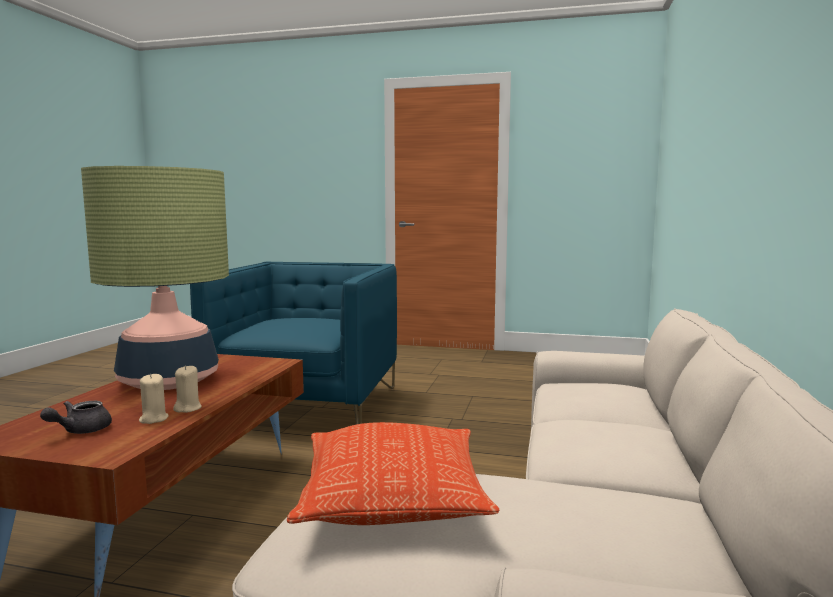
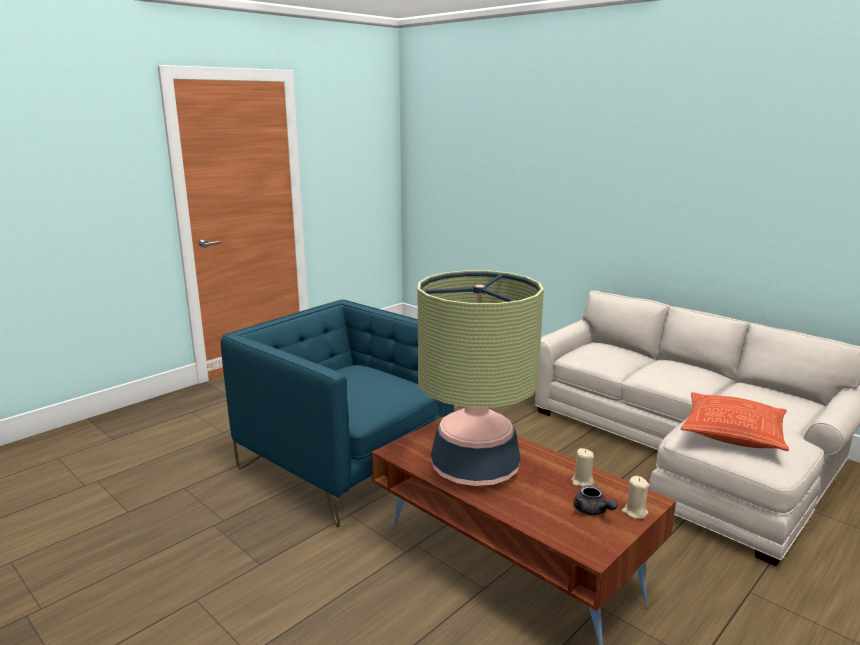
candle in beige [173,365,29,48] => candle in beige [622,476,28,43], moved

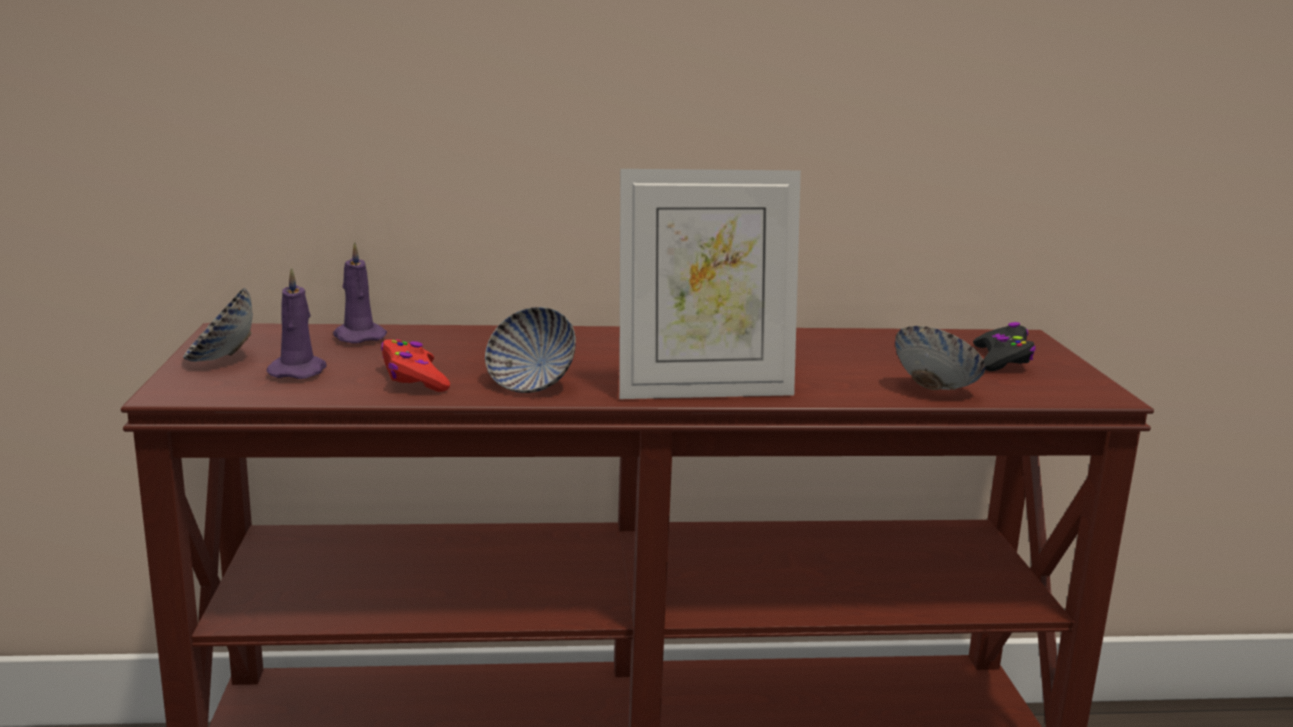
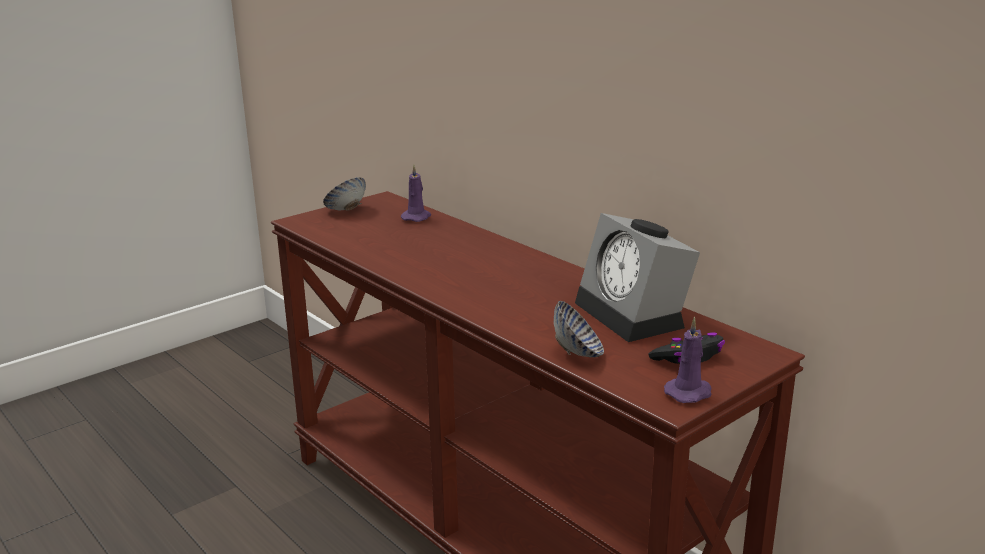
game controller in red [381,339,69,53] => nothing
bowl [485,307,91,86] => nothing
picture frame [619,169,182,230] => nothing
nothing => alarm clock [575,213,125,129]
candle in purple [266,267,61,112] => candle in purple [664,317,48,86], moved

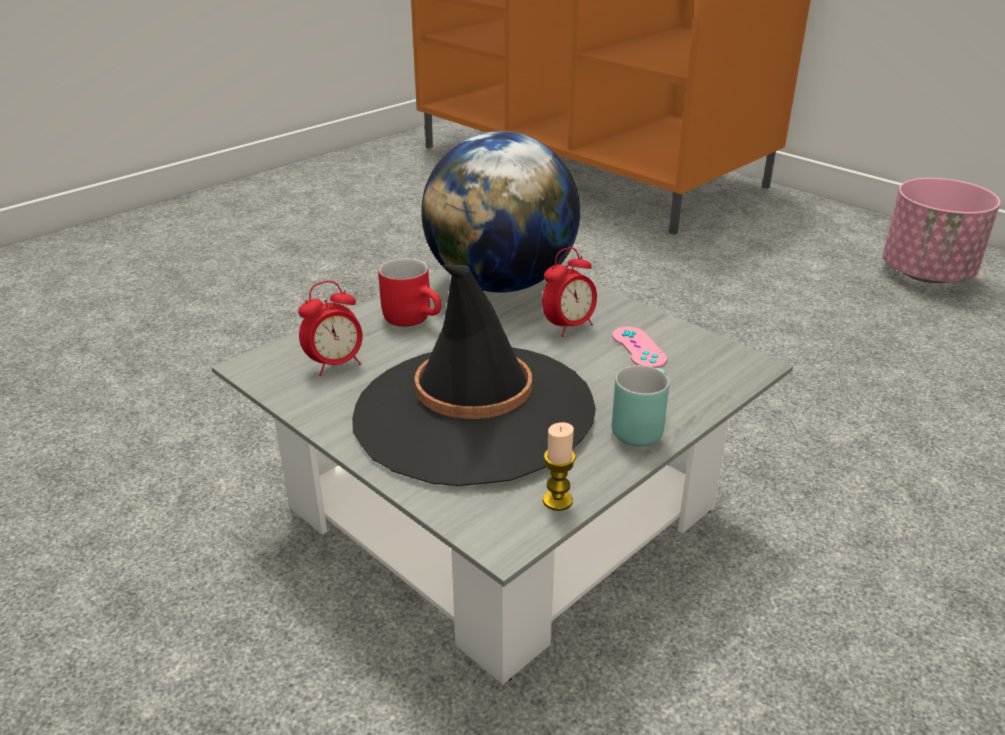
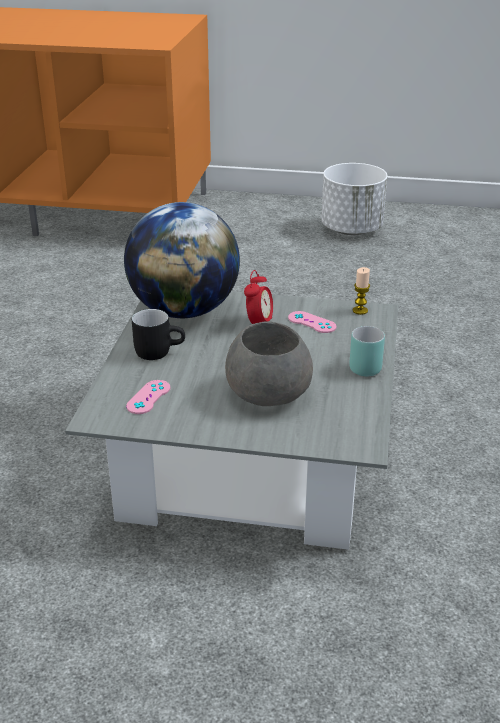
candle [543,422,33,89] => candle [353,267,17,48], moved
alarm clock [298,281,65,95] => game controller in pink [126,380,44,34]
hat in black [352,265,244,221] => bowl in grey [225,322,88,84]
mug in red [378,258,63,69] => mug in black [132,309,53,51]
planter in pink [883,178,117,105] => planter in white [321,163,67,72]

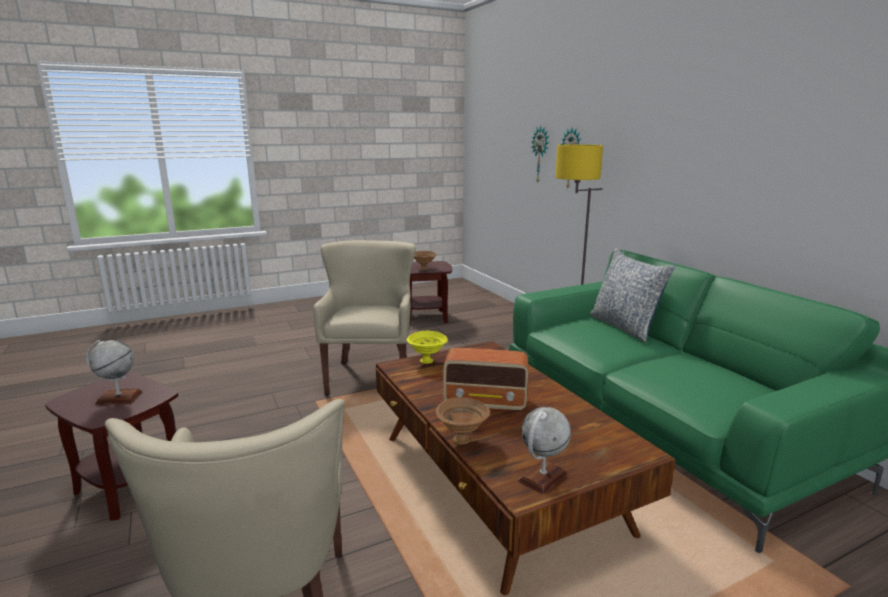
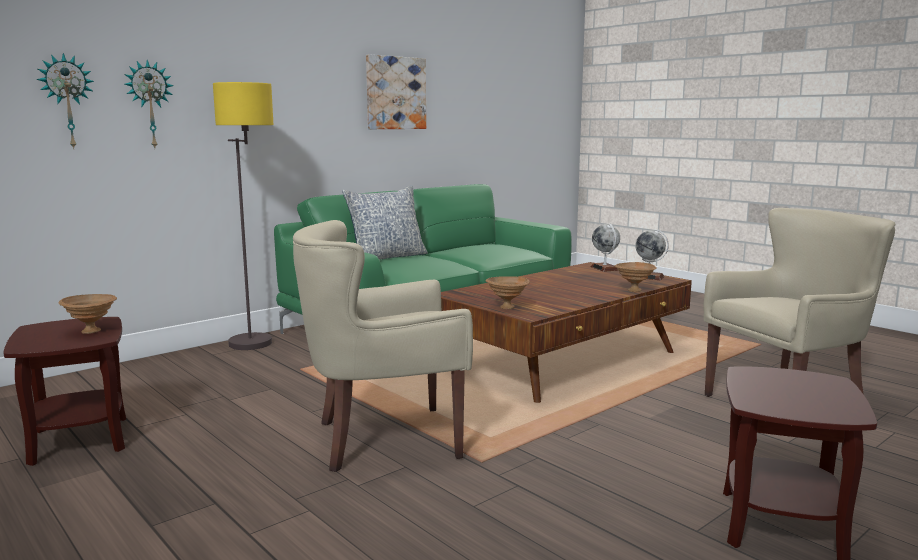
radio [443,348,85,64] => nothing
nothing => picture [366,54,60,75]
globe [86,340,57,65] => globe [591,224,29,48], moved
bowl in yellow [407,331,41,33] => bowl in brown [486,276,44,33]

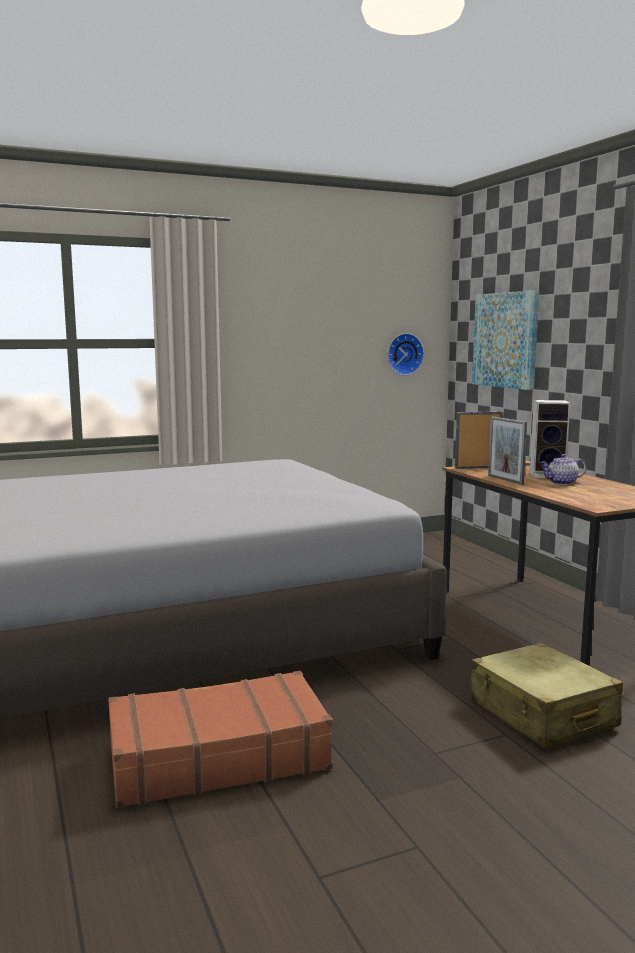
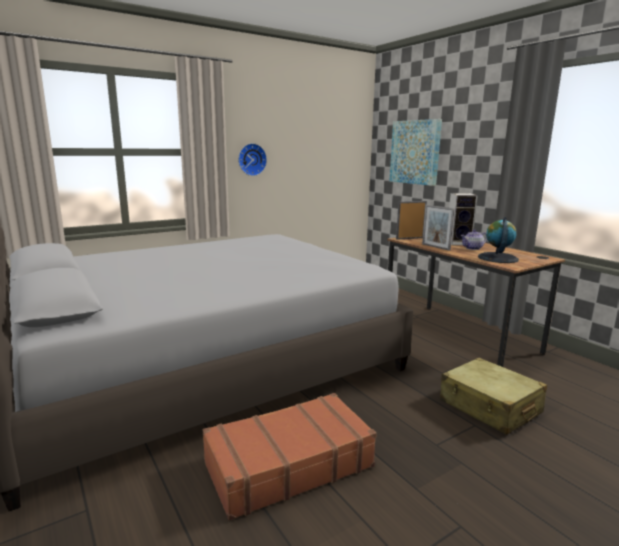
nothing => globe [478,217,41,46]
wall clock [387,333,37,42] => wall clock [238,143,29,33], moved

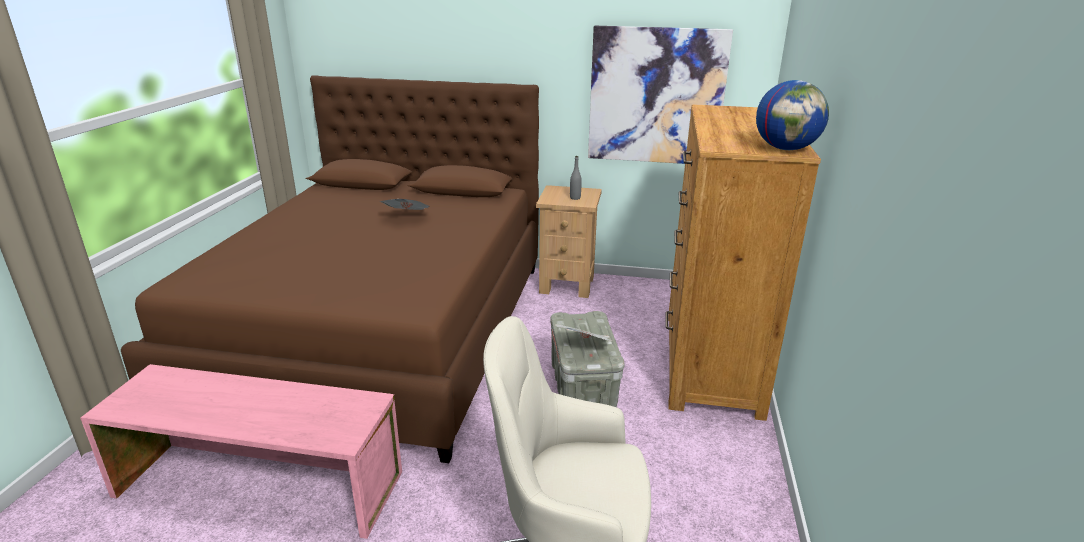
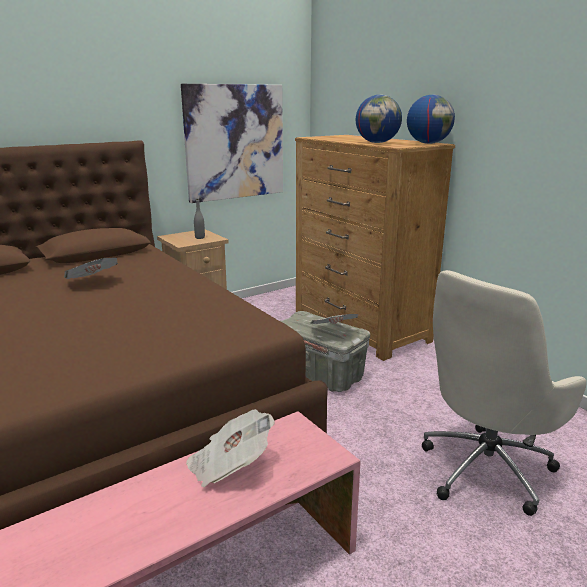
nothing => newspaper [186,409,89,79]
nothing => globe [356,95,46,48]

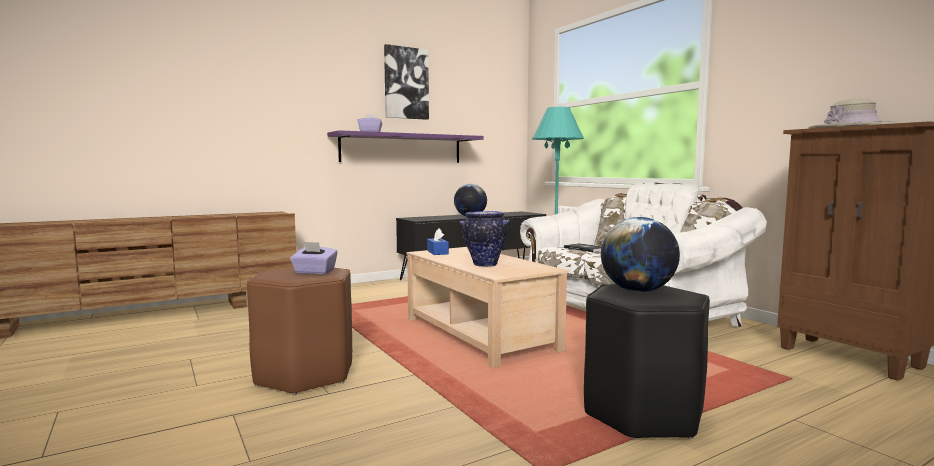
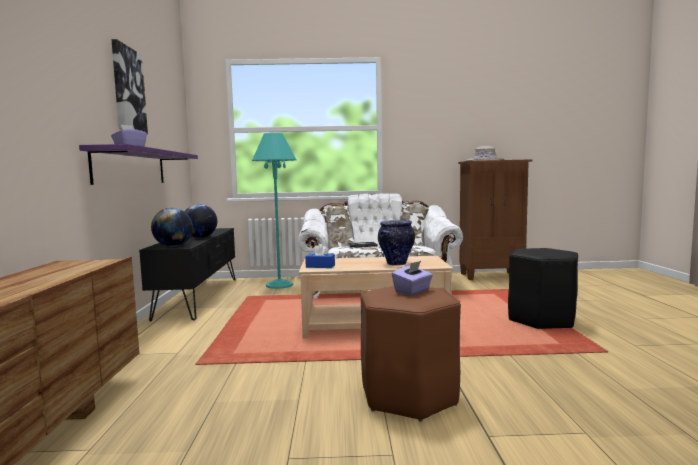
globe [601,217,79,75] => globe [151,208,42,39], moved

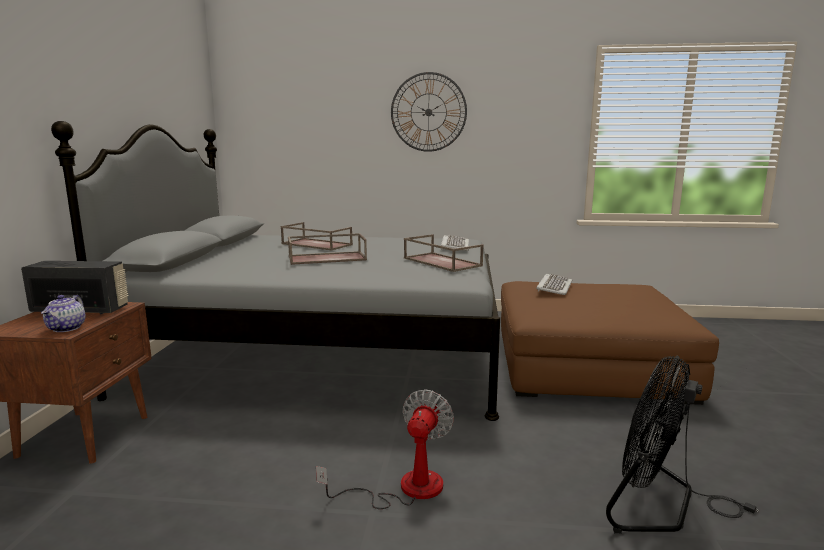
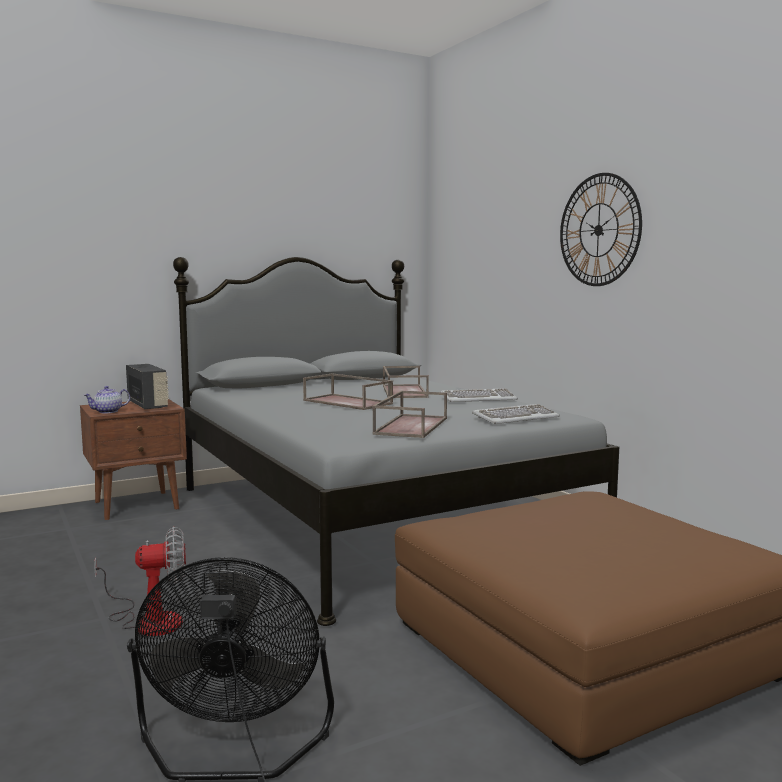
keyboard [536,274,36,21] => keyboard [440,388,78,14], moved

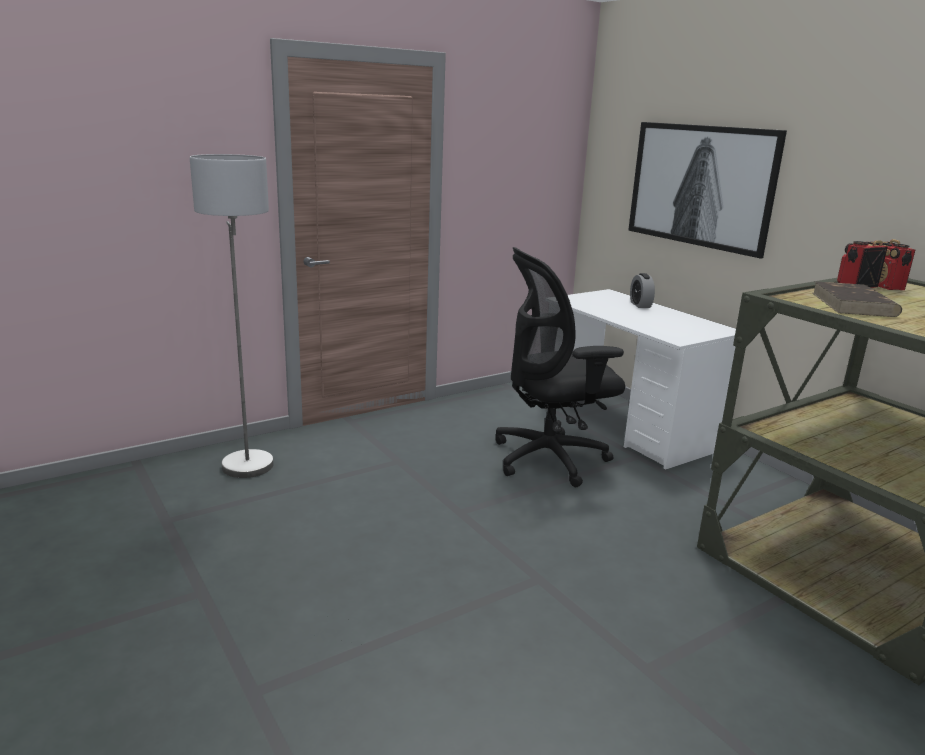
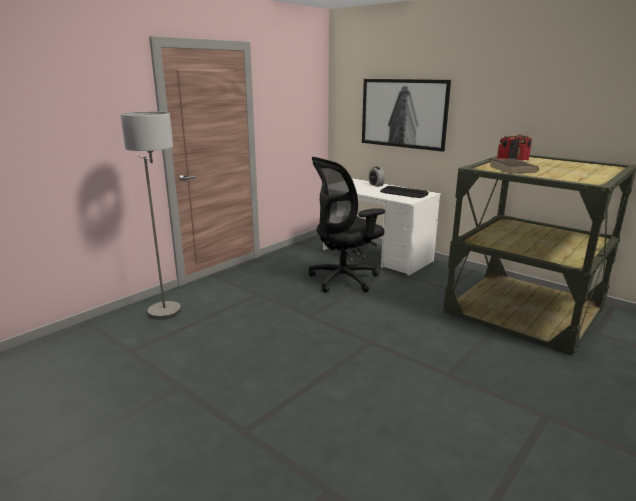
nothing => keyboard [380,186,49,12]

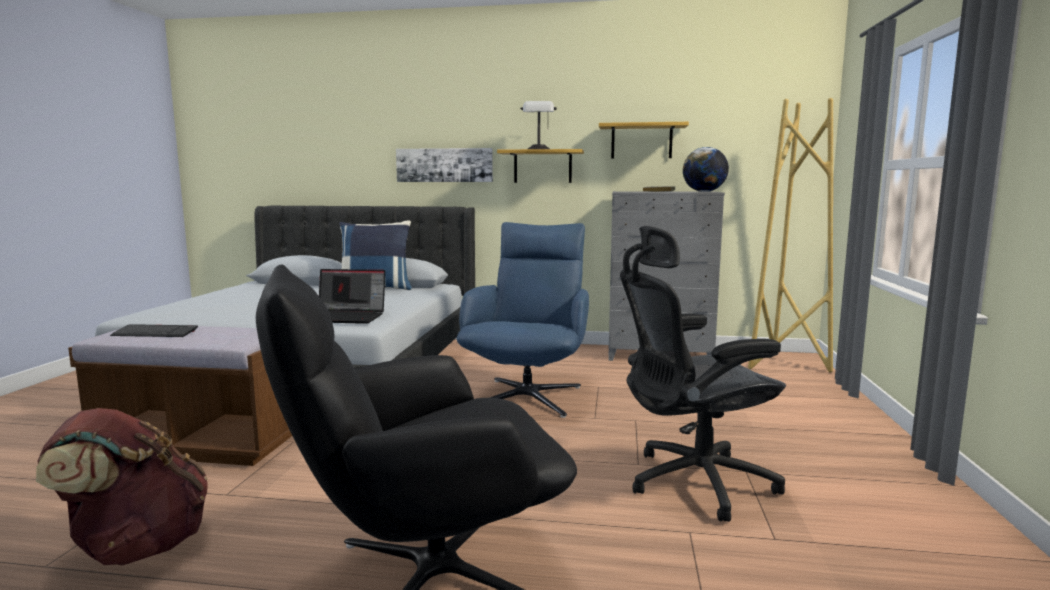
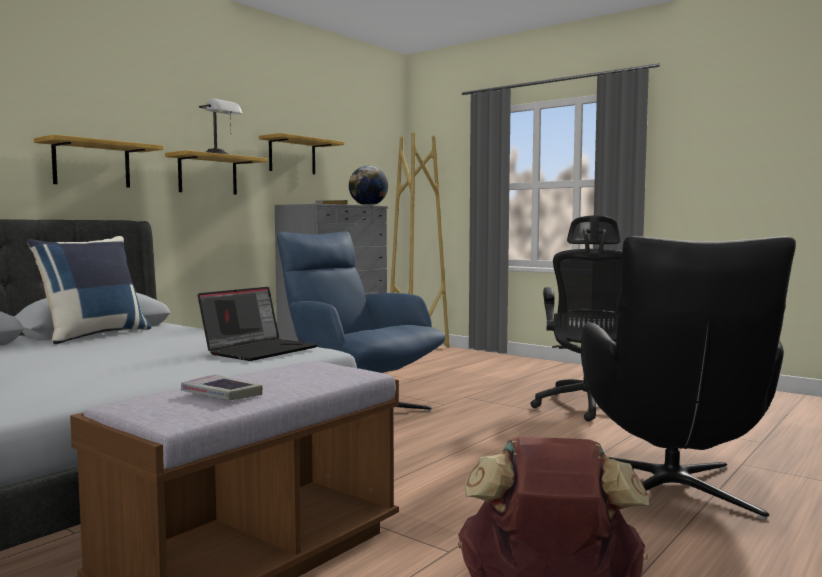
keyboard [110,324,88,13] => book [181,374,81,26]
picture [396,148,97,34] => shelf [34,134,129,54]

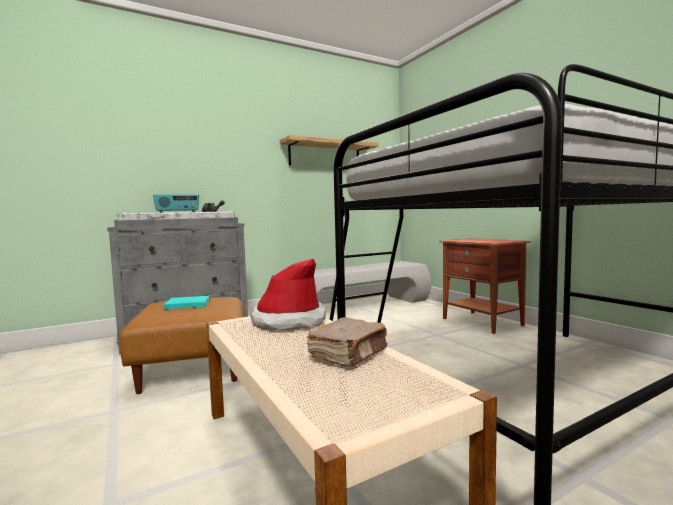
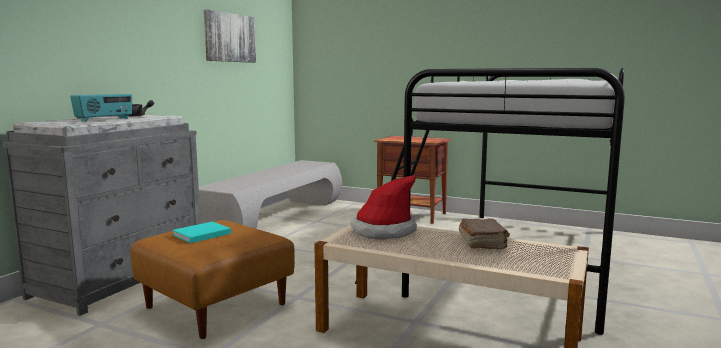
shelf [280,135,99,30] => picture [204,9,52,54]

